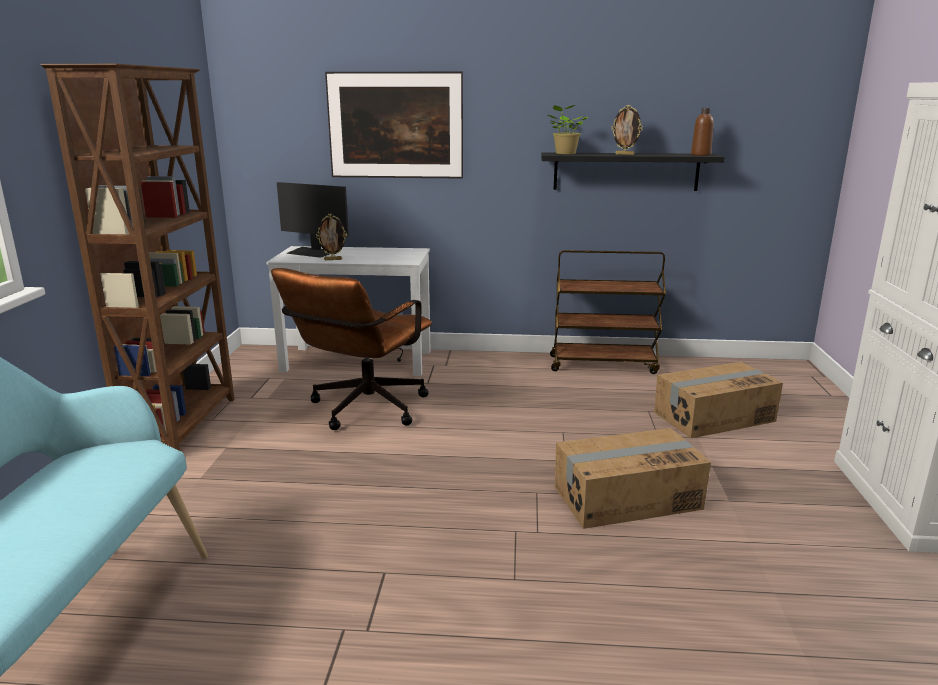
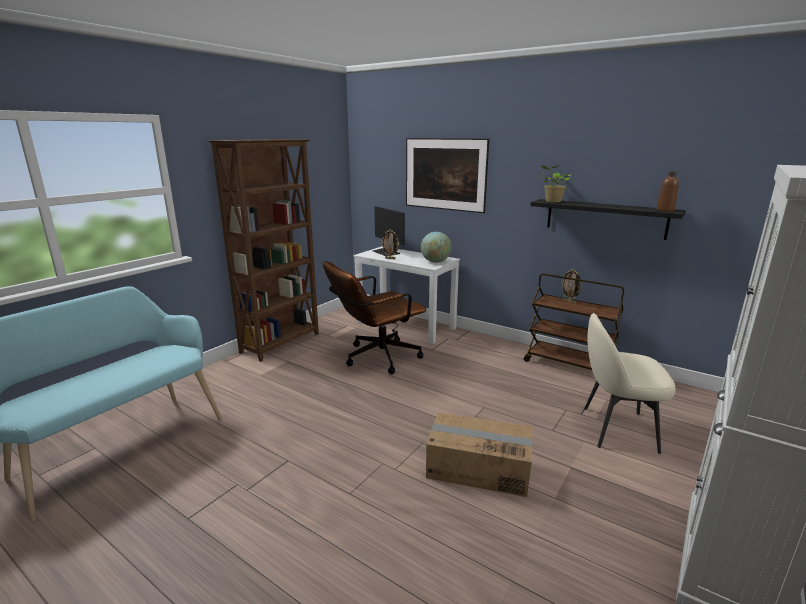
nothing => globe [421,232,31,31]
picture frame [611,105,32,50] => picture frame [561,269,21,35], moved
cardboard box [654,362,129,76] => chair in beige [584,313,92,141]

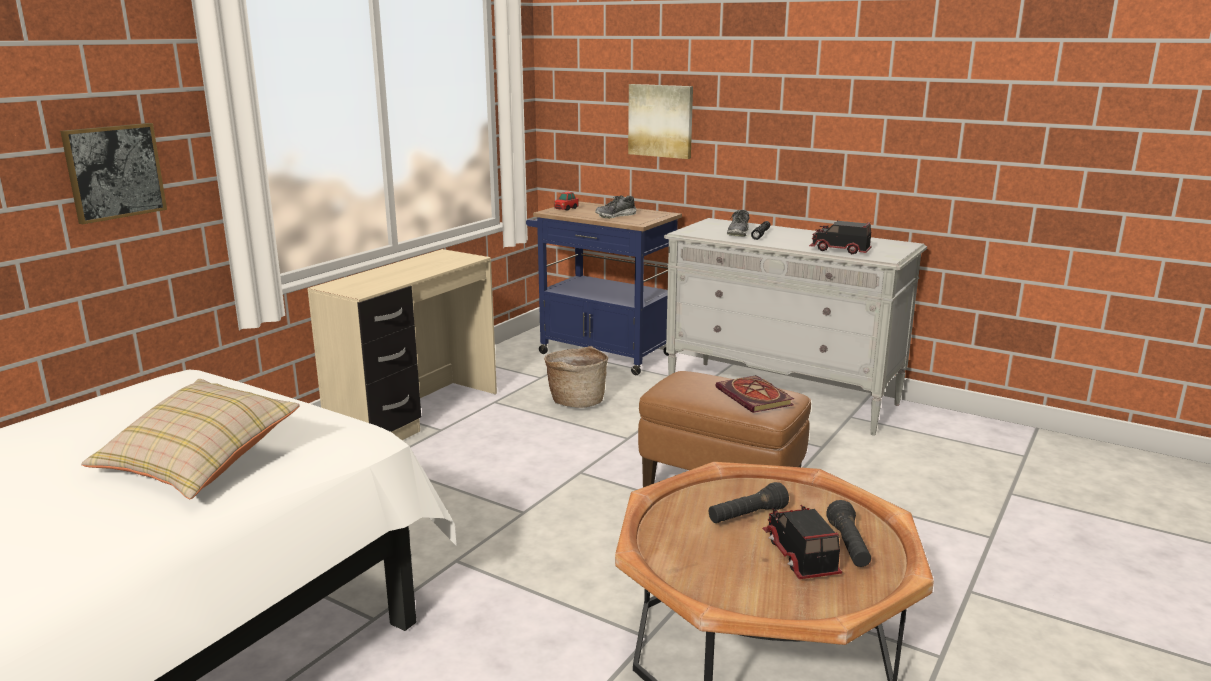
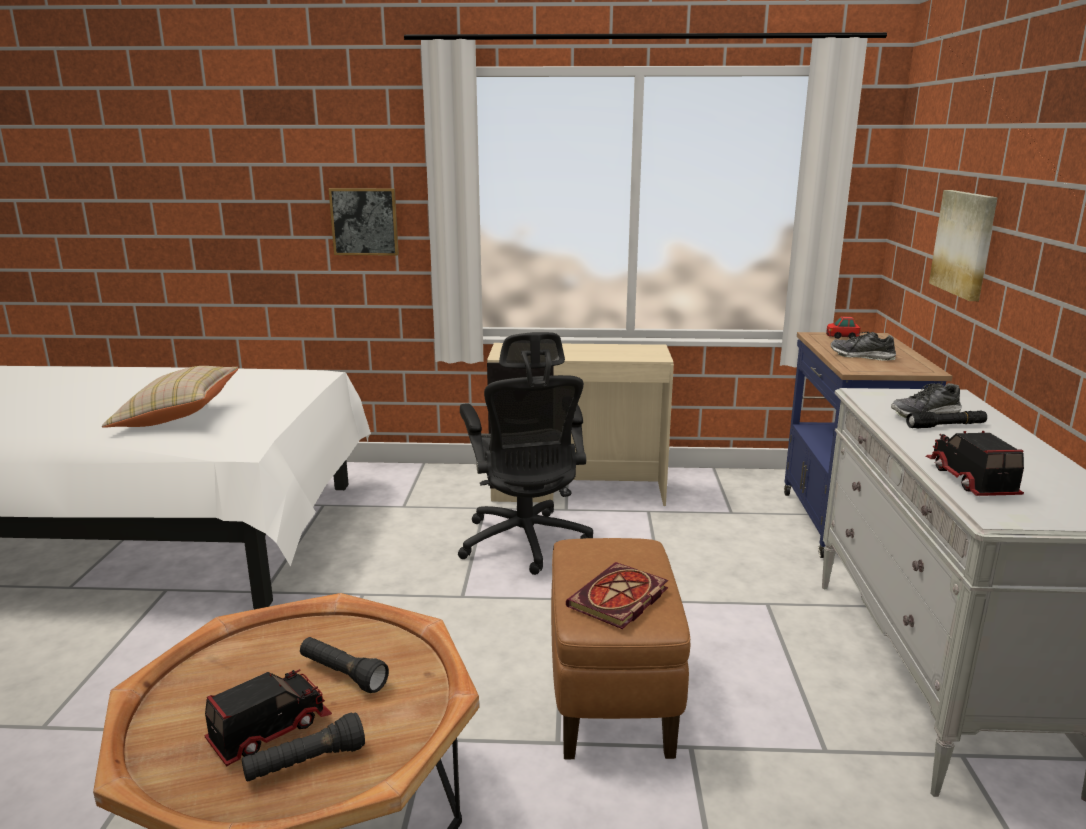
basket [544,346,64,62] => nothing
nothing => office chair [458,332,135,243]

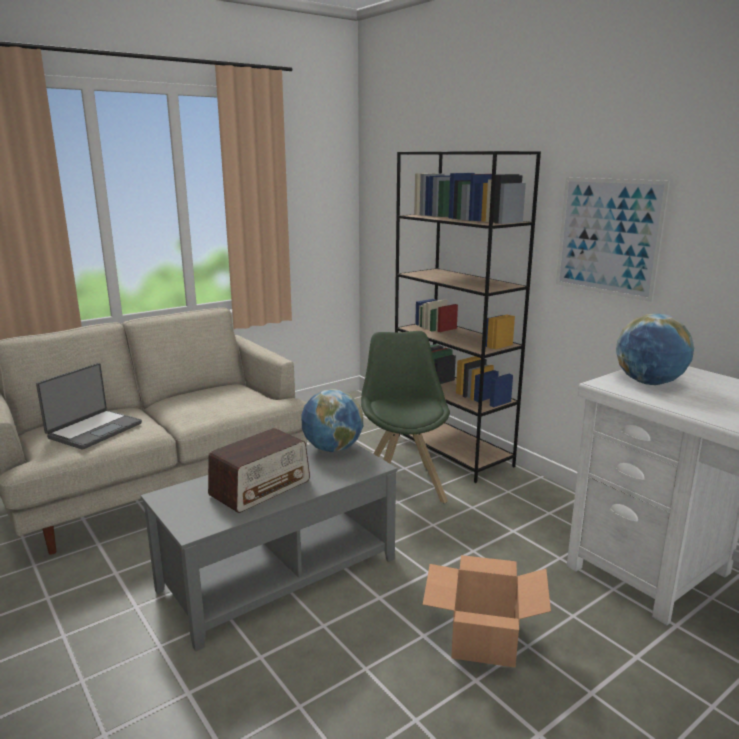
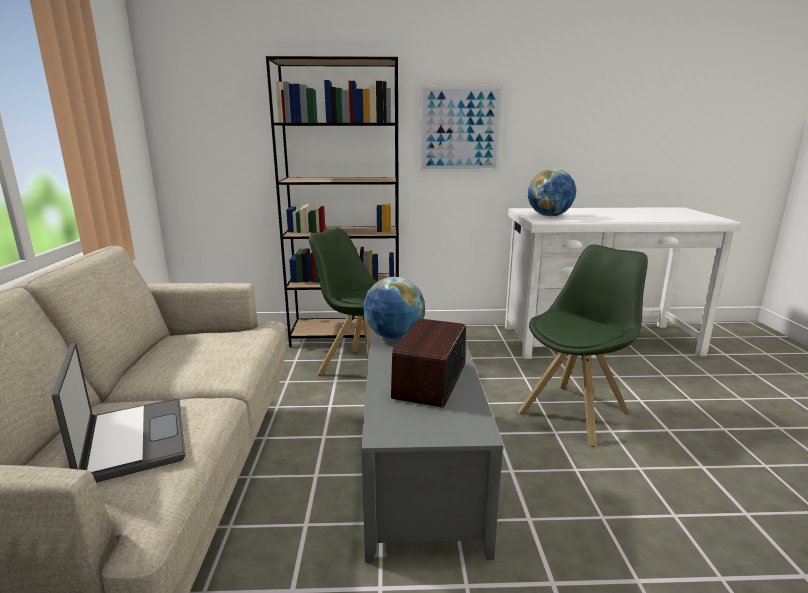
cardboard box [423,555,128,112] => chair in green [518,244,130,203]
radio [208,428,102,85] => radio [391,318,75,90], 150 degrees counterclockwise

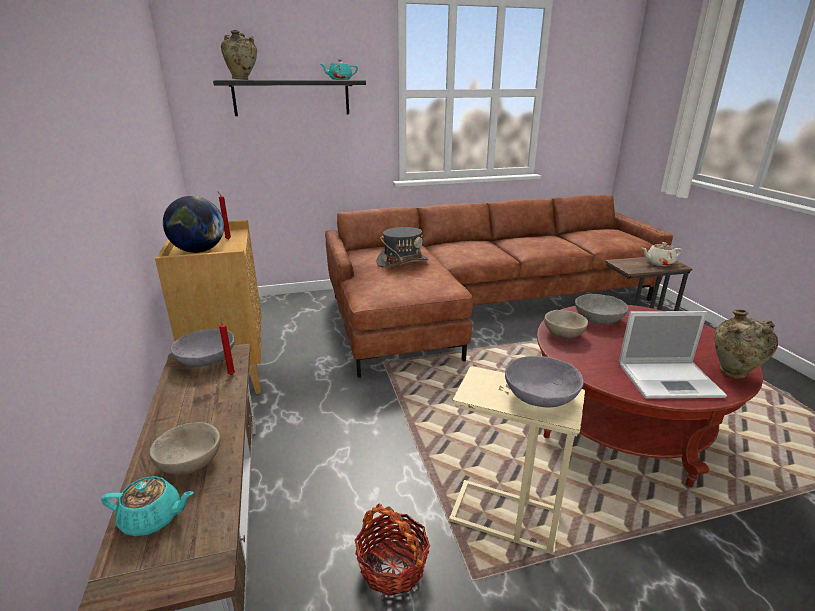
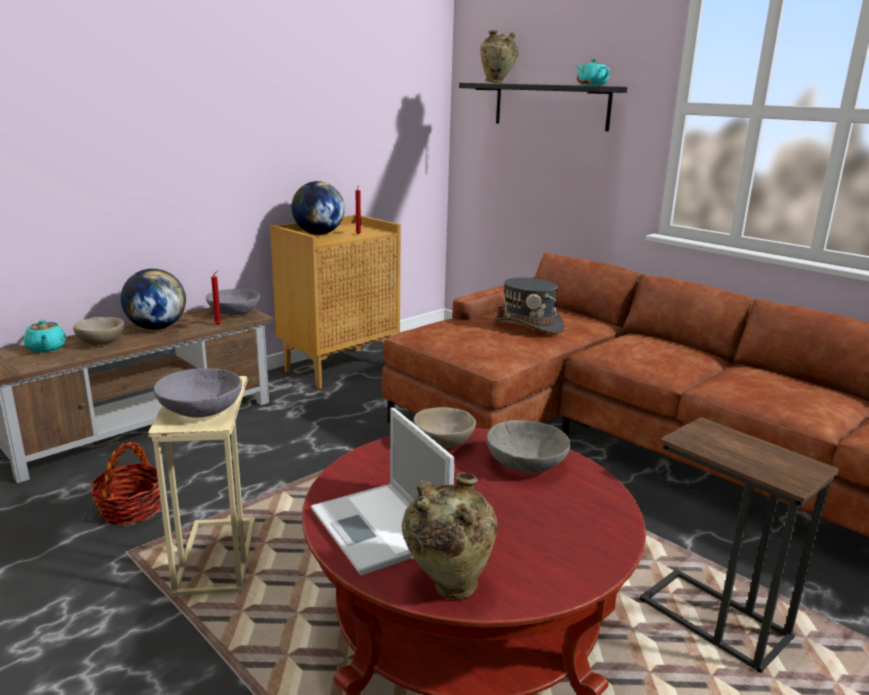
teapot in beige [642,242,40,24] => nothing
nothing => globe [121,269,65,60]

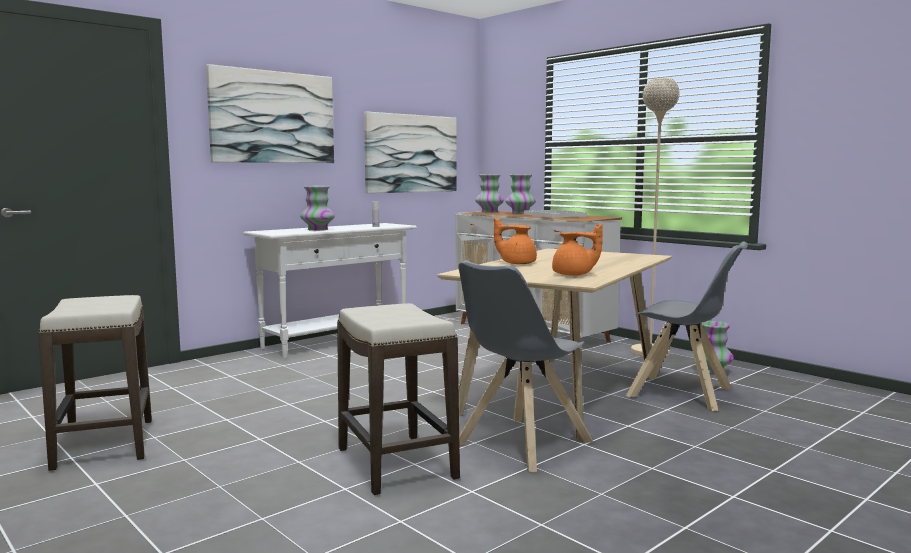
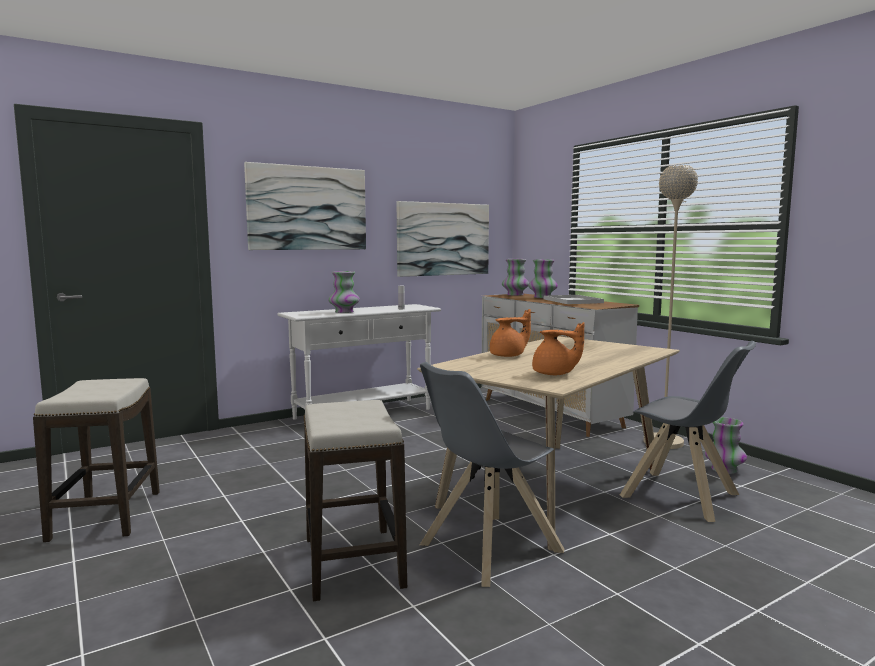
teapot in orange [494,217,43,47] => teapot in orange [490,309,41,48], 135 degrees clockwise

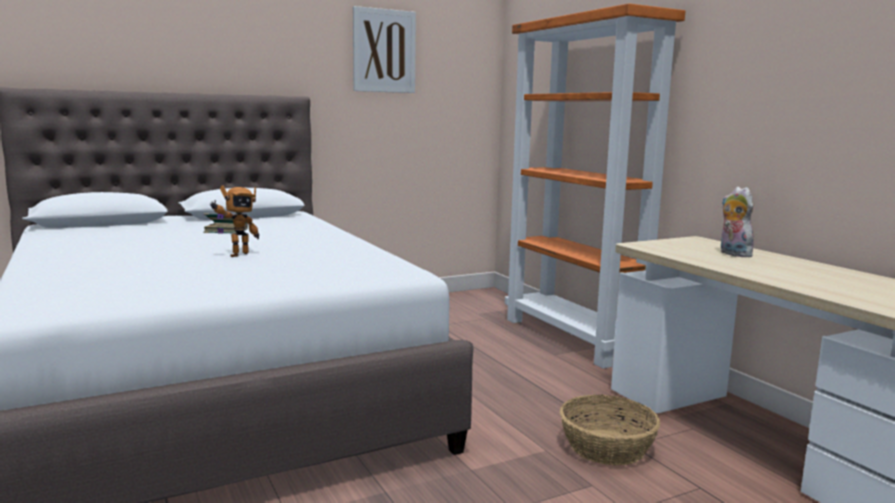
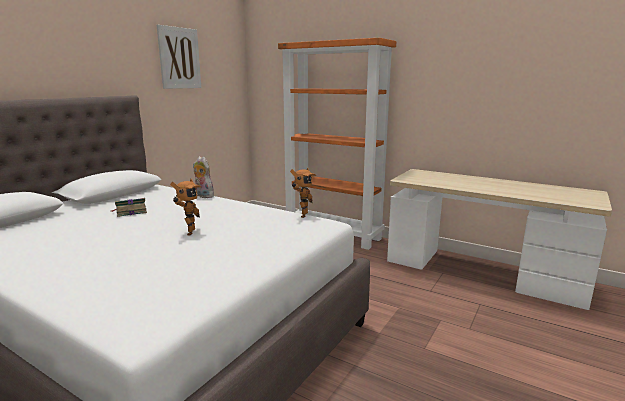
basket [560,395,100,70] => nothing
nothing => toy robot [290,168,26,50]
plush toy [721,187,33,70] => plush toy [193,156,21,42], moved

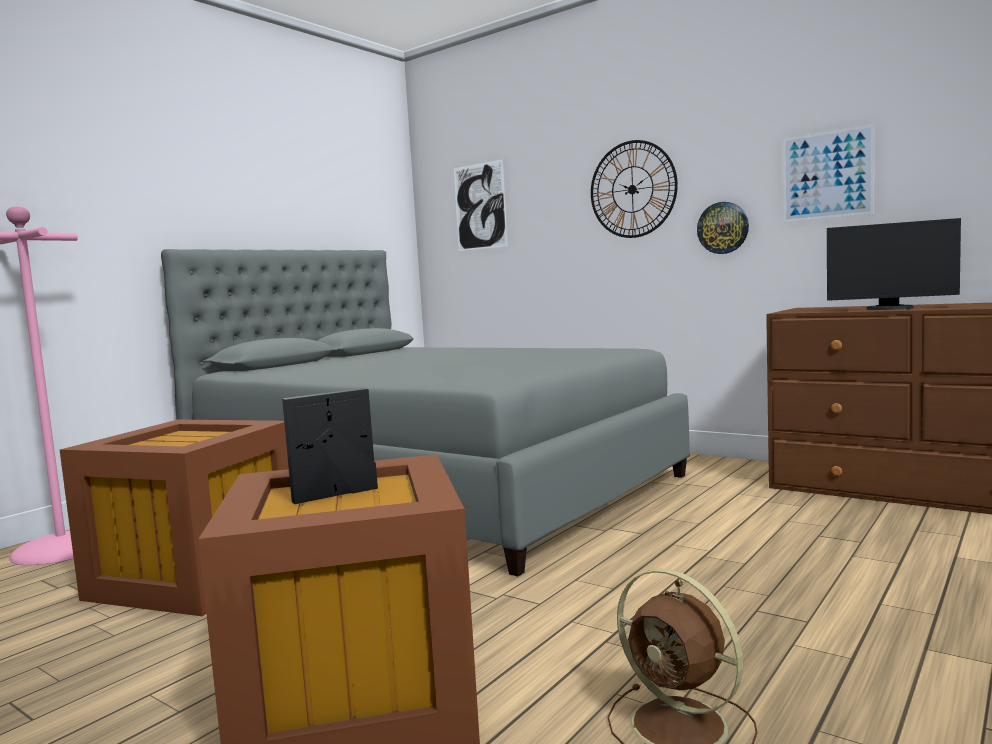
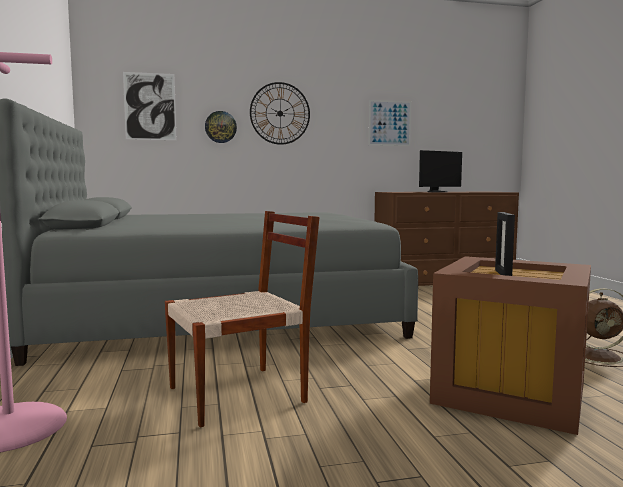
wall clock [697,202,52,52] => wall clock [205,111,32,32], moved
storage box in brown [60,420,229,196] => chair [165,211,154,216]

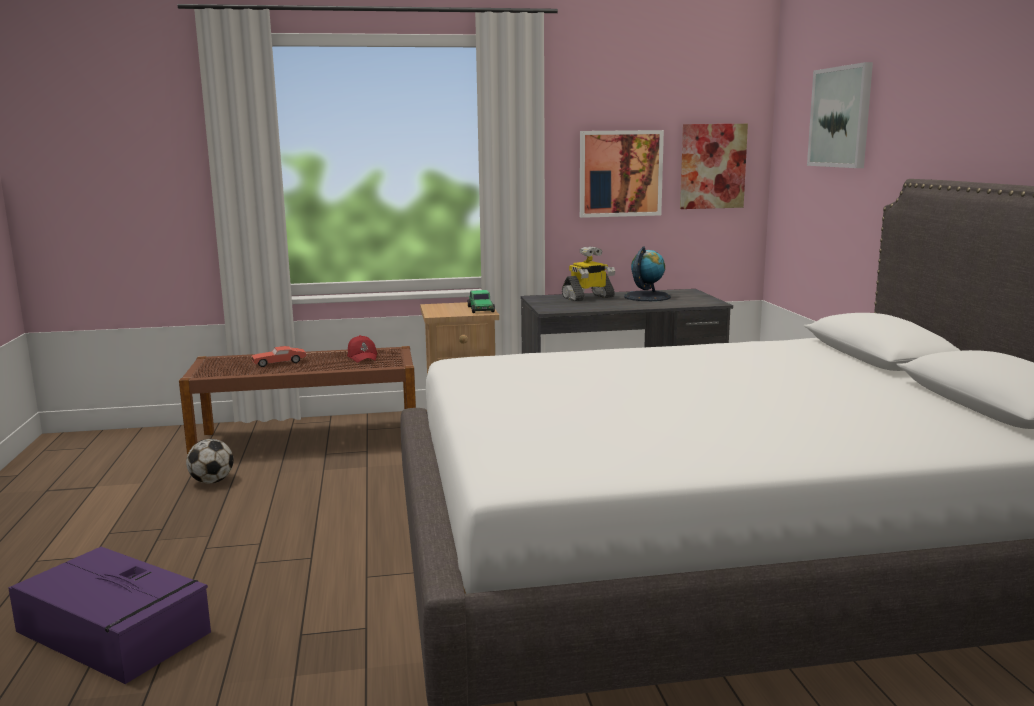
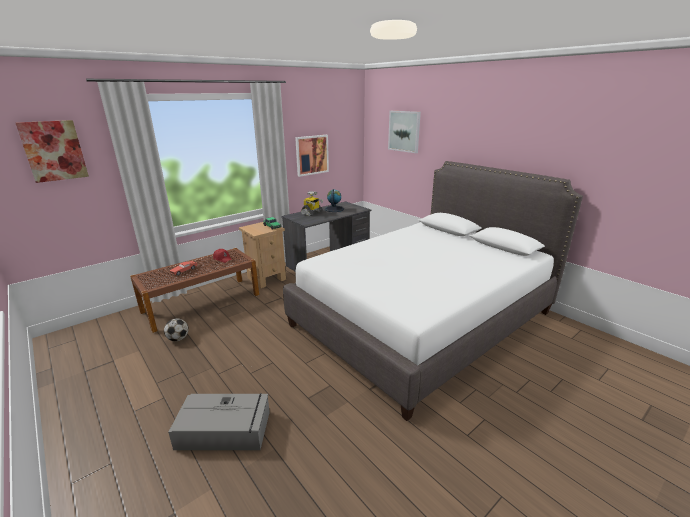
picture [680,124,68,85] => picture [16,120,73,63], moved
storage box in purple [8,547,203,137] => storage box in grey [168,393,102,57]

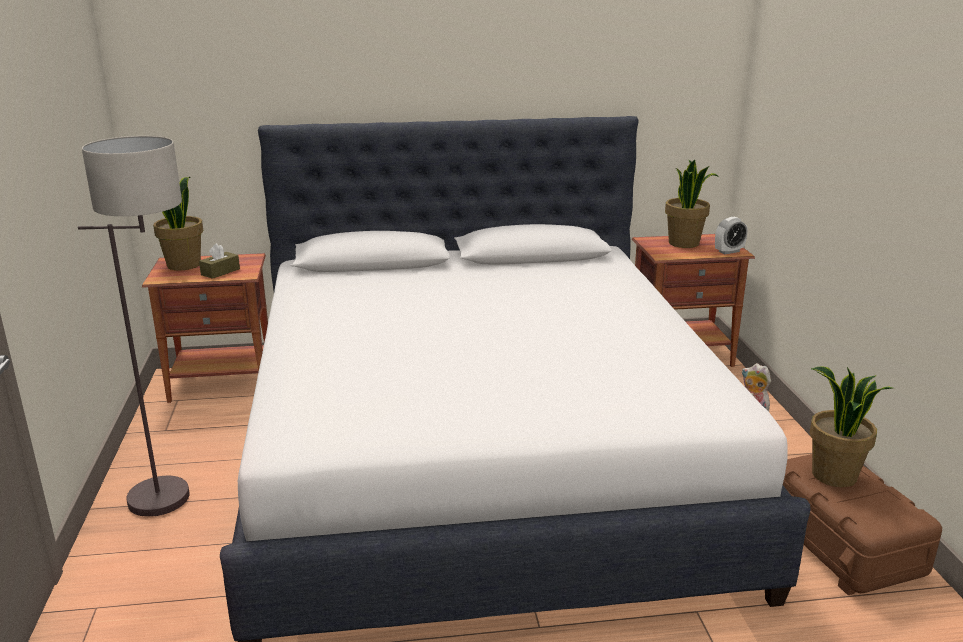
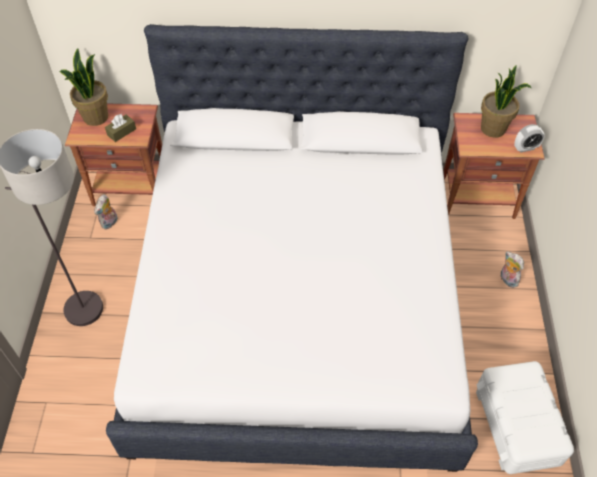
potted plant [809,367,83,120] => nothing
nothing => plush toy [94,195,23,35]
storage box in brown [783,454,159,141] => storage box in white [476,361,98,113]

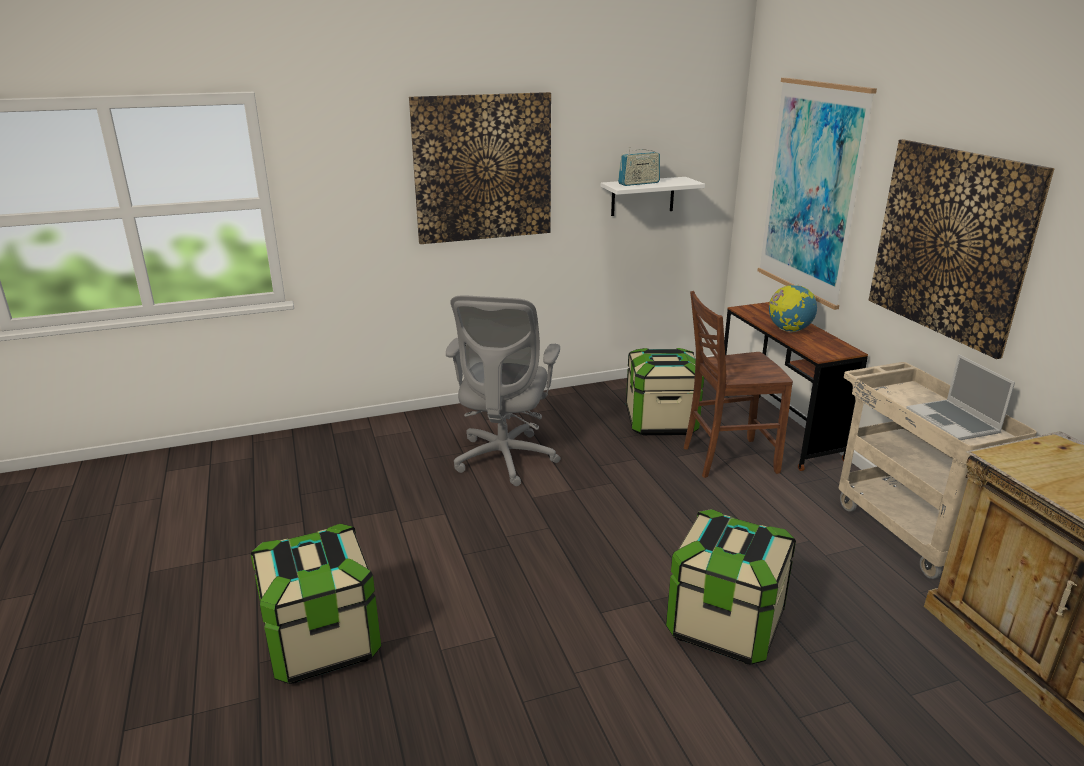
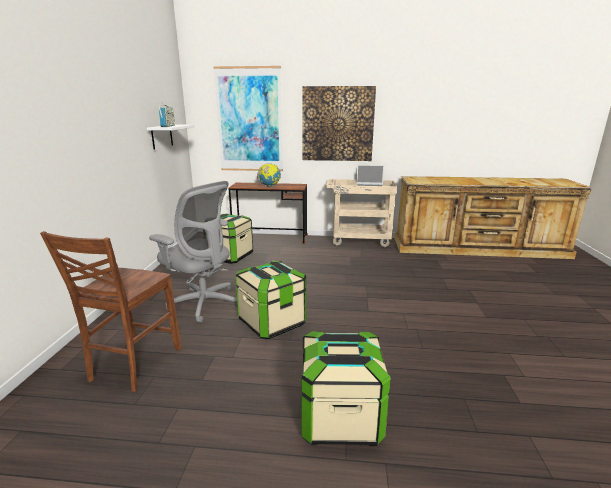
picture [409,92,142,152] => nothing
storage box [666,509,130,156] => storage box [236,261,70,78], moved
chair in brown [684,291,109,187] => chair in brown [40,231,141,161], moved

